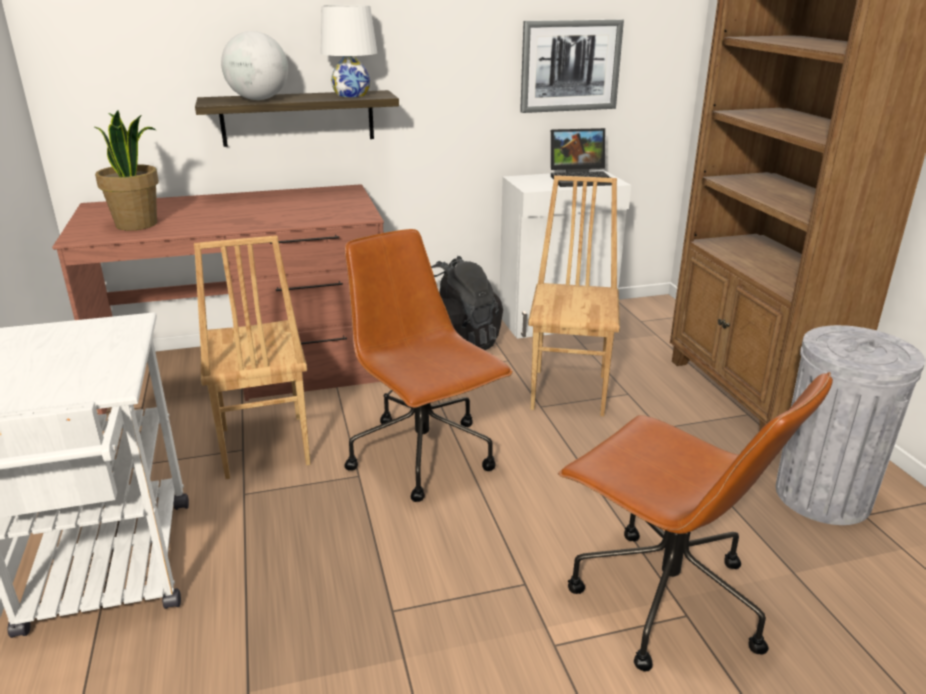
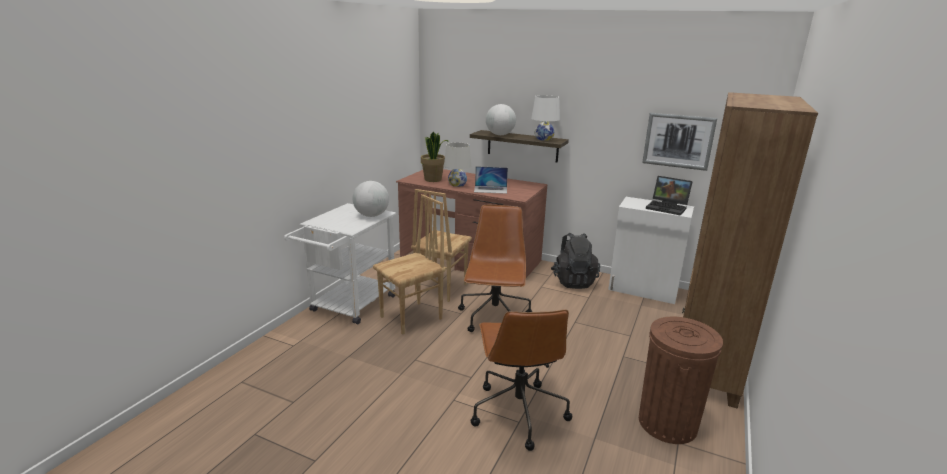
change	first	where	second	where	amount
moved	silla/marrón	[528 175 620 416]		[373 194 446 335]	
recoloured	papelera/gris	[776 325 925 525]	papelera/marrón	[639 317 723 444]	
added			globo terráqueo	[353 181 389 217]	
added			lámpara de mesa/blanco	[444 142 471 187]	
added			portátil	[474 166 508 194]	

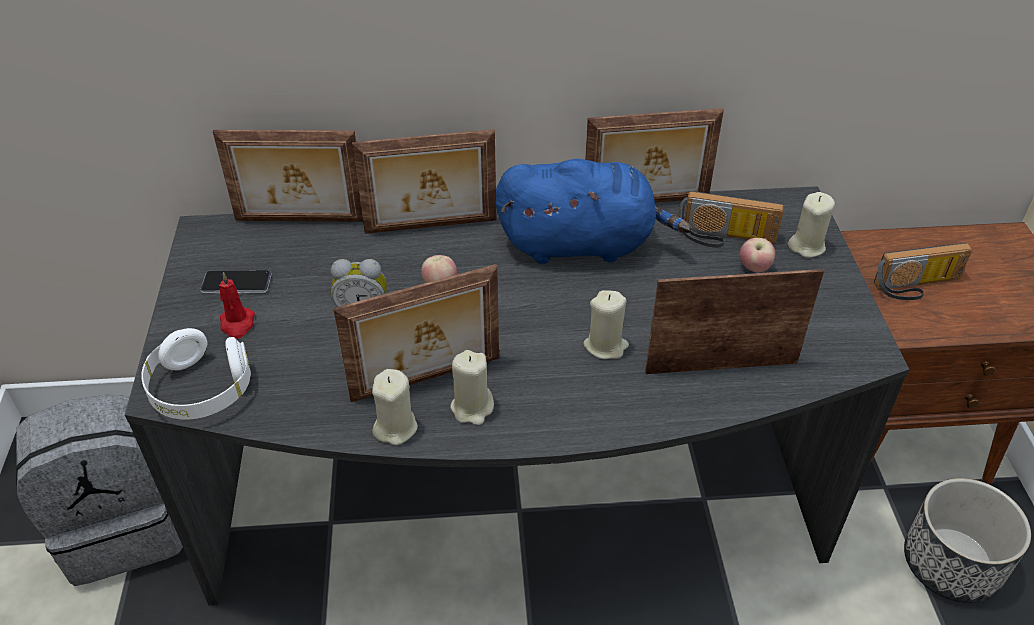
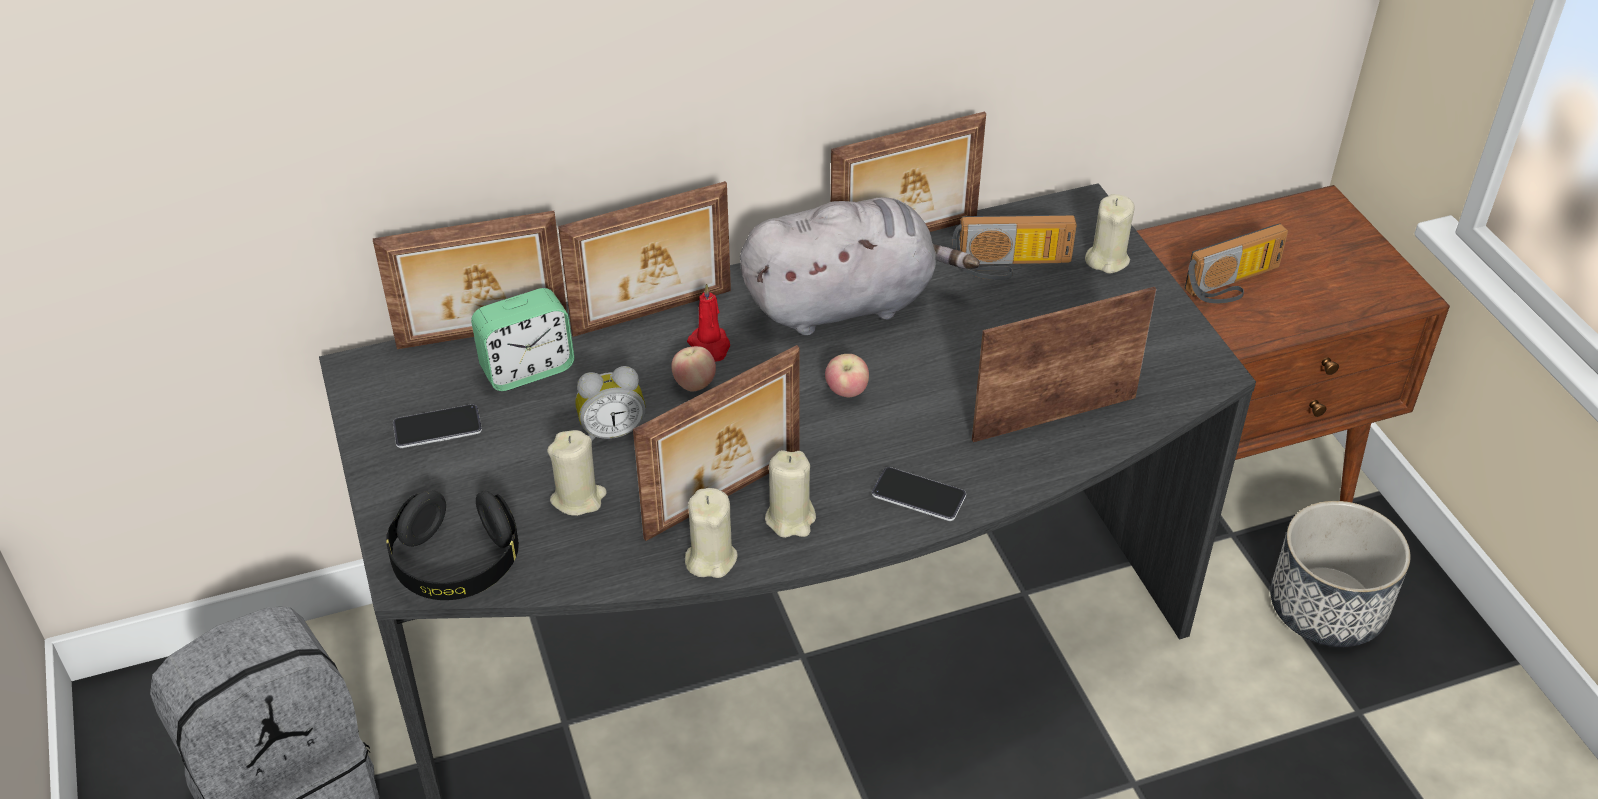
change	first	where	second	where	amount
recoloured	auriculares/blanco	[141 328 251 420]	auriculares/negro	[386 490 519 600]	
moved	vela/rojo	[219 272 255 339]		[687 283 730 362]	
recoloured	peluche/azul	[495 159 692 264]	peluche/gris	[740 197 980 336]	
moved	vela/beis	[583 290 629 359]		[547 430 607 516]	
moved	manzana	[740 238 775 272]		[825 354 869 397]	
added			despertador	[471 288 574 391]	
added			móvil	[872 467 966 521]	

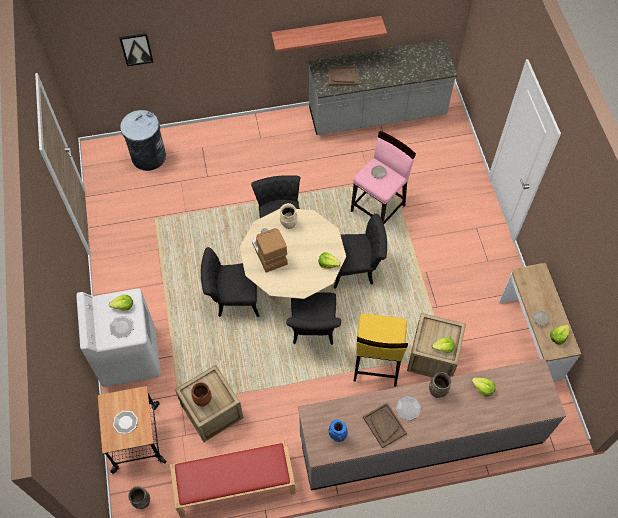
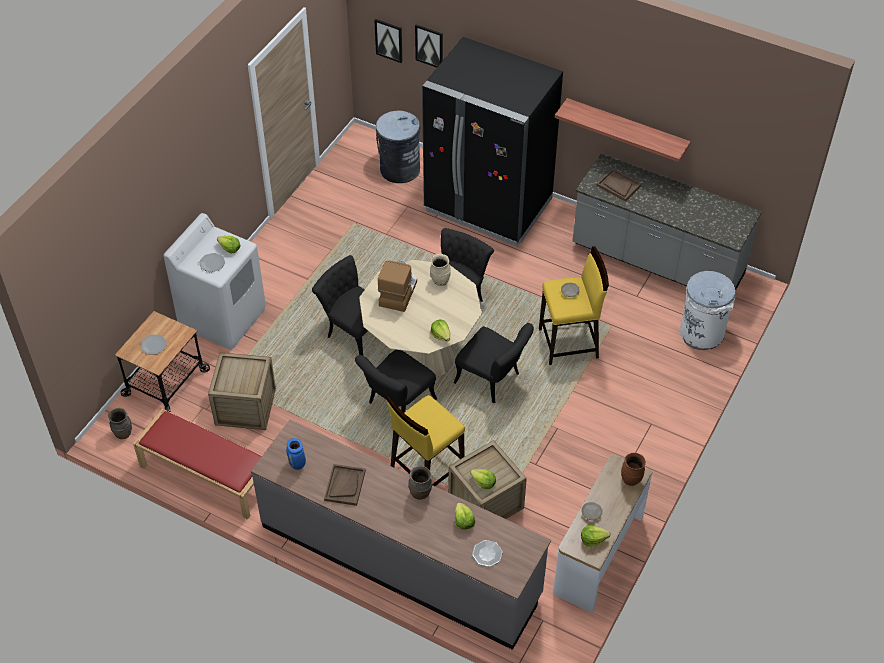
change	first	where	second	where	amount
moved	florero/marrón	[191 382 211 407]		[621 453 646 486]	
recoloured	taburete/rosa	[351 131 416 225]	taburete/amarillo	[539 246 609 365]	
moved	plato	[396 396 421 421]		[472 540 503 567]	
added			cuadro	[374 19 403 63]	
added			nevera/negro	[422 37 563 246]	
added			papelera/blanco	[680 271 736 350]	

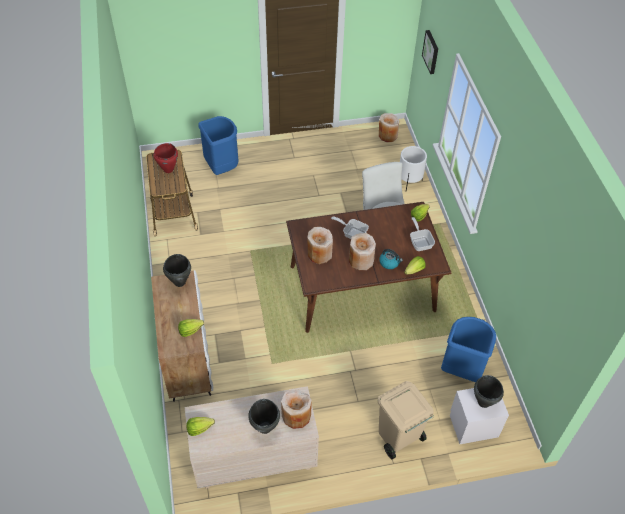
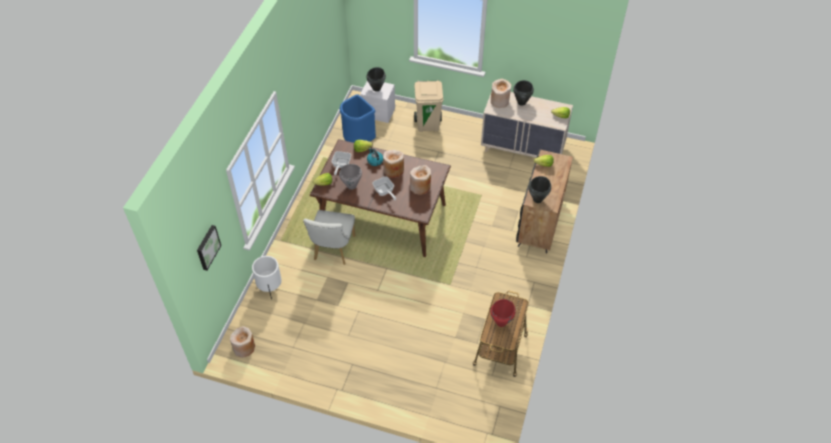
change	first	where	second	where	amount
recoloured	armario/blanco	[151 270 213 402]	armario/negro	[516 149 573 254]	
removed	papelera/azul	[198 116 238 175]			
added			olla/gris	[339 164 362 190]	

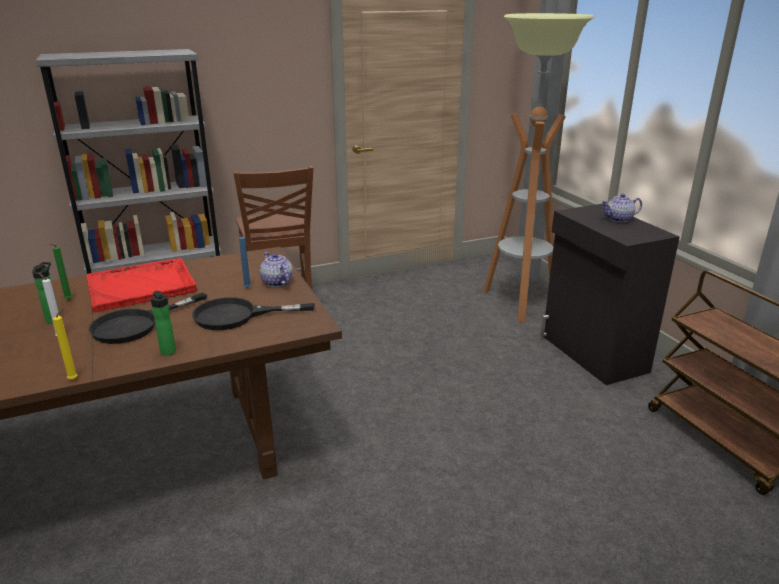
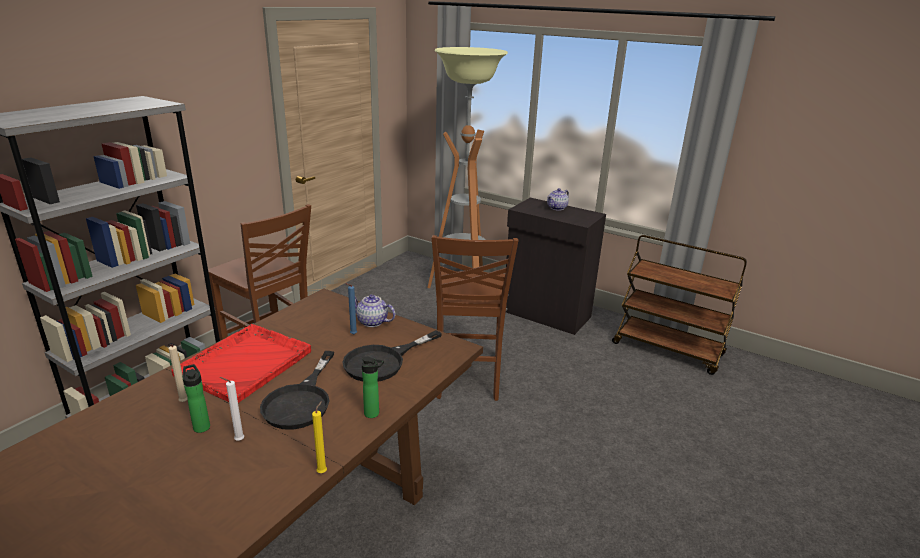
change	first	where	second	where	amount
recoloured	vela/verde	[49 244 72 300]	vela/beis	[168 344 188 402]	
added			silla/marrón	[432 235 518 401]	

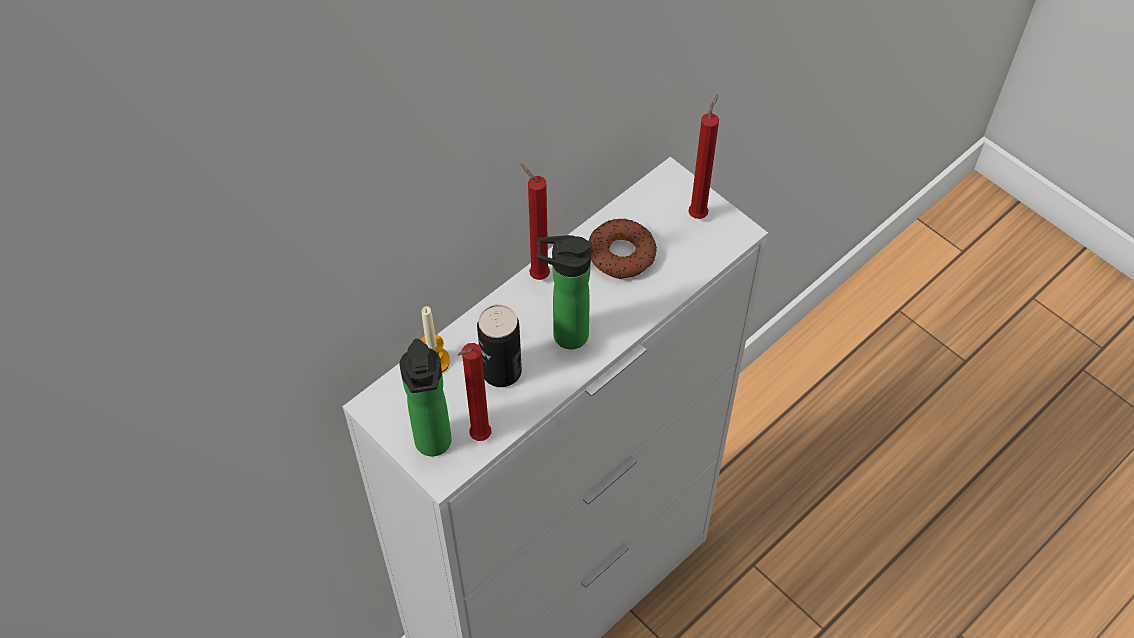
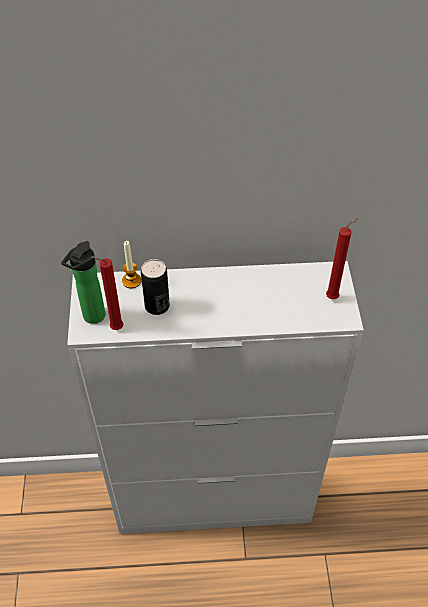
change	first	where	second	where	amount
removed	vela/rojo	[520 163 550 280]			
removed	botella	[537 235 592 349]			
removed	rosquilla	[589 218 657 279]			

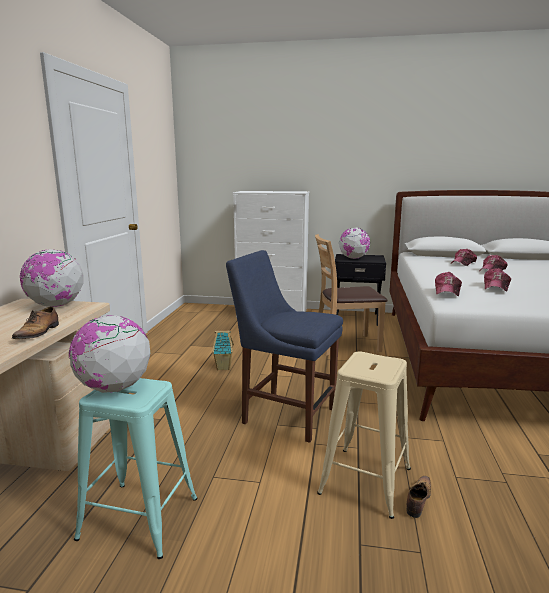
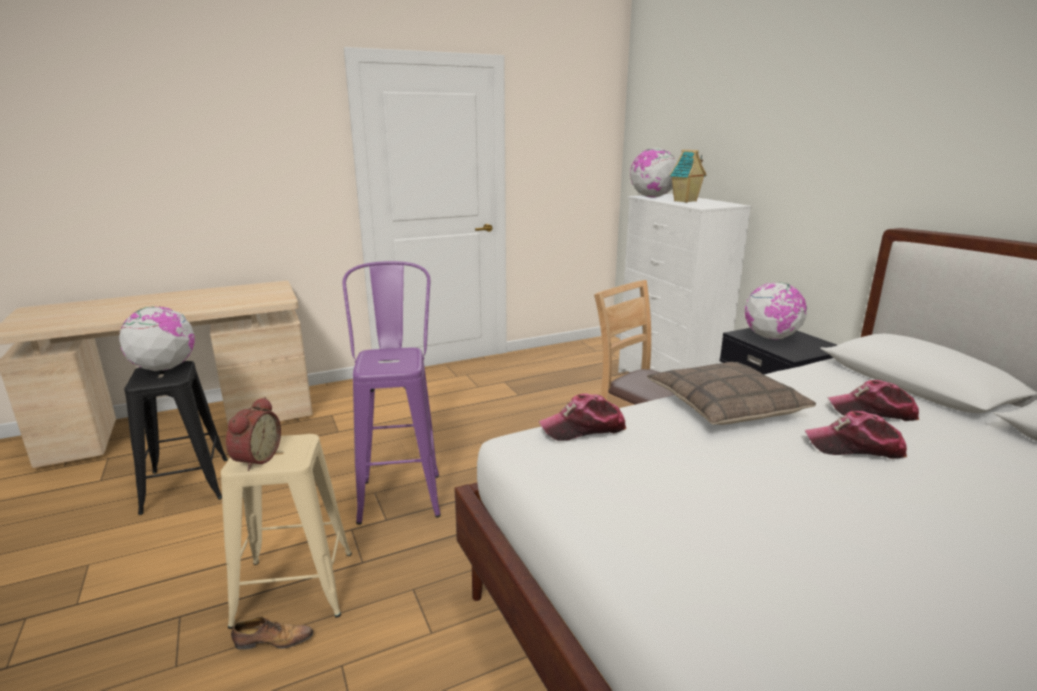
change	first	where	second	where	amount
removed	zapato	[12 306 59 344]			
moved	globo terráqueo	[20 249 84 307]		[630 148 677 198]	
recoloured	taburete/turquesa	[74 378 197 559]	taburete/negro	[124 361 228 515]	
moved	casita	[212 331 234 370]		[669 149 707 203]	
replaced	silla/azul	[226 250 343 443]	taburete/morado	[343 261 441 525]	
removed	gorra	[484 268 511 292]			
added			despertador	[226 397 281 471]	
added			cojín	[647 362 816 425]	

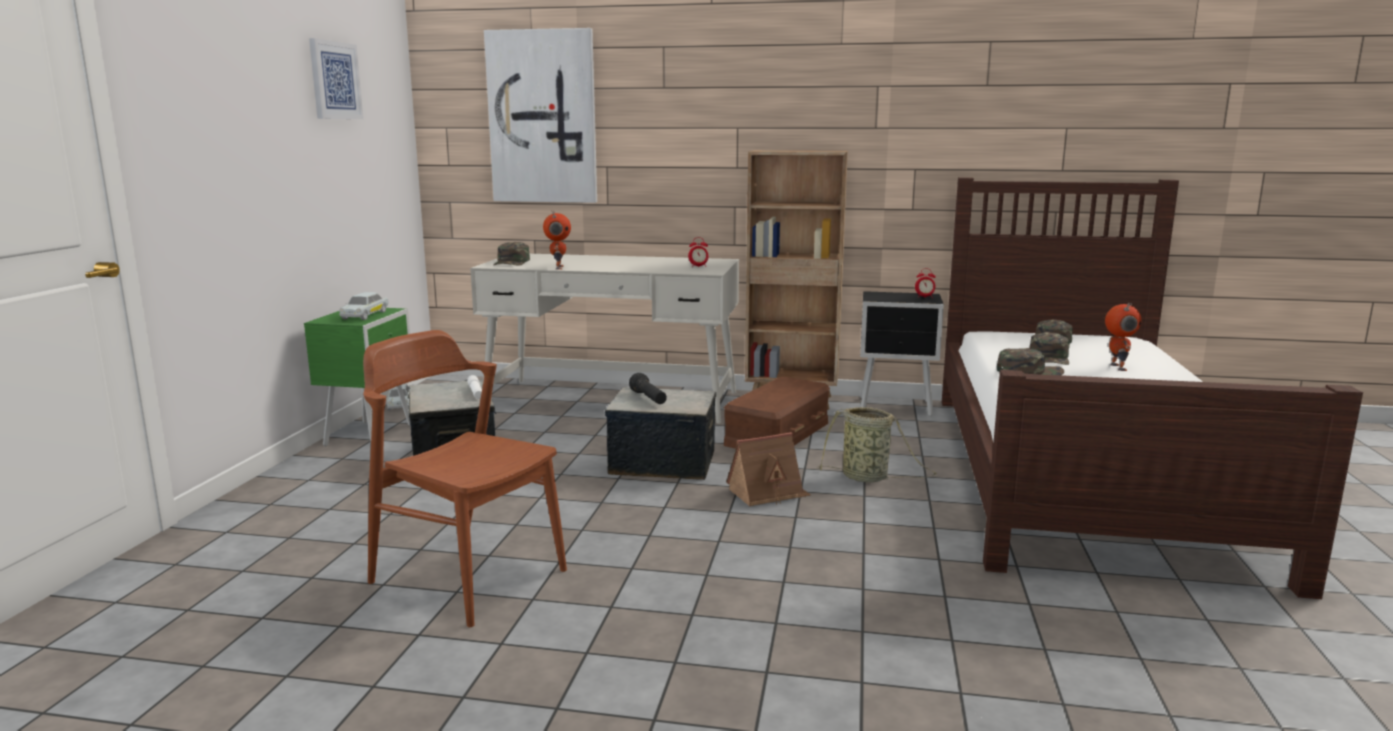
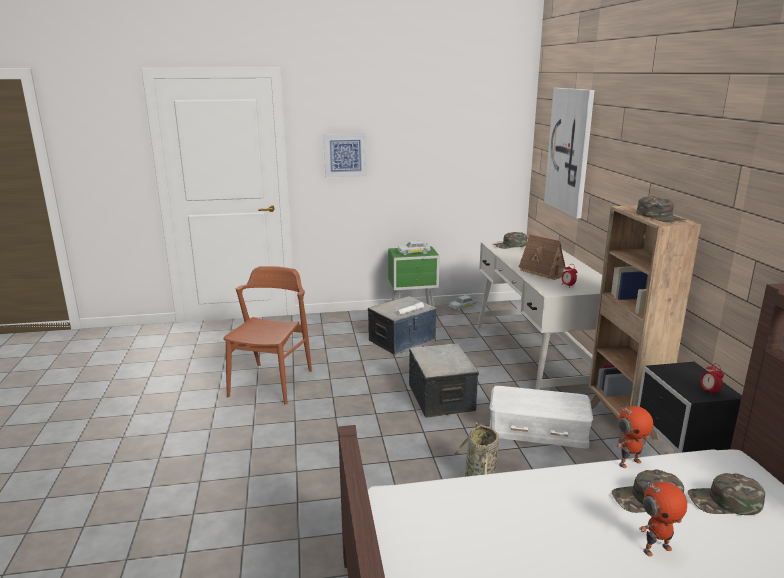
change	first	where	second	where	amount
moved	cuadro	[309 38 363 119]		[324 133 367 177]	
moved	robot de juguete	[543 210 571 270]		[616 406 653 468]	
removed	linterna/negro	[629 373 667 404]			
recoloured	caja de almacenaje/marrón	[724 377 830 449]	caja de almacenaje/blanco	[489 386 593 449]	
moved	casita	[726 432 811 507]		[519 234 566 280]	
moved	gorra/verde	[997 348 1064 375]		[637 196 687 222]	

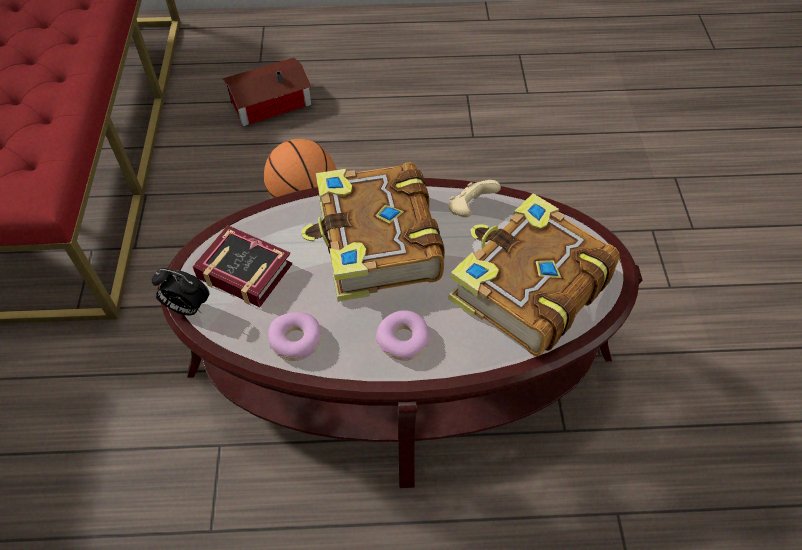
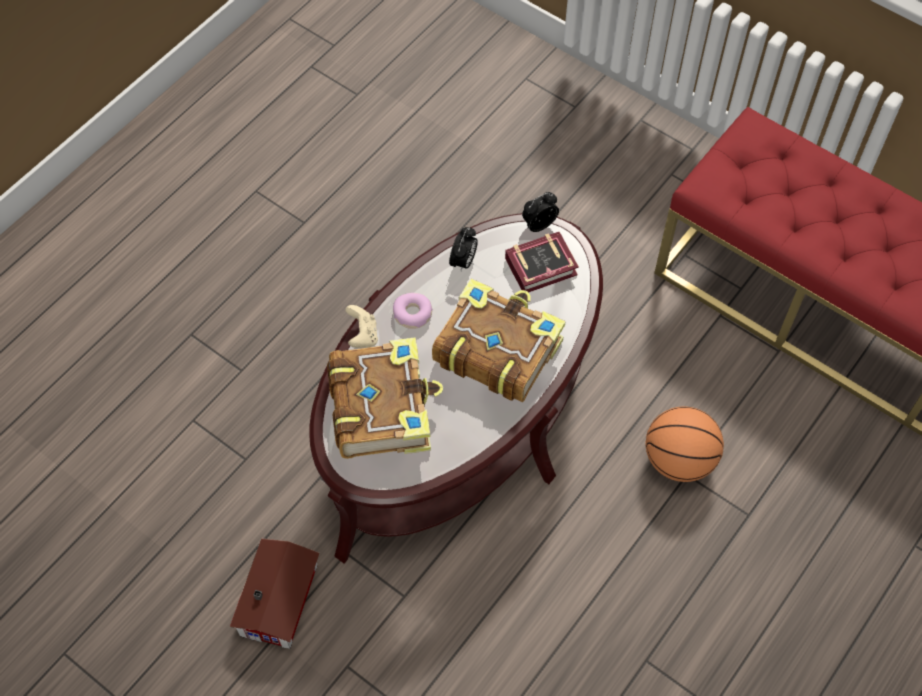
change	first	where	second	where	amount
moved	casita	[223 57 312 126]		[230 538 319 649]	
replaced	rosquilla	[268 312 322 361]	despertador	[449 227 478 271]	
moved	mando de consola/beis	[448 180 501 217]		[345 305 378 348]	

